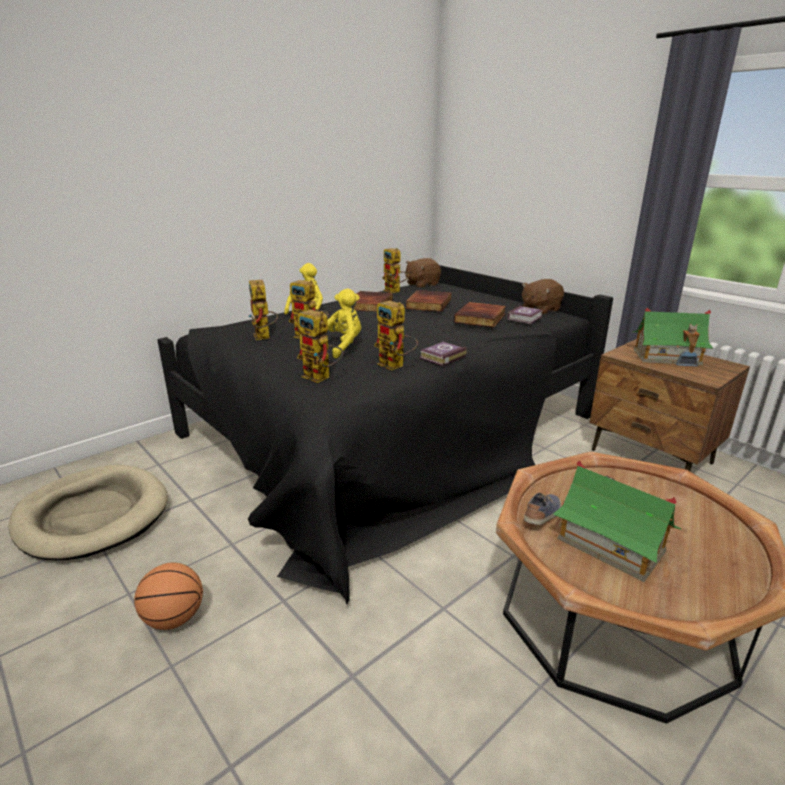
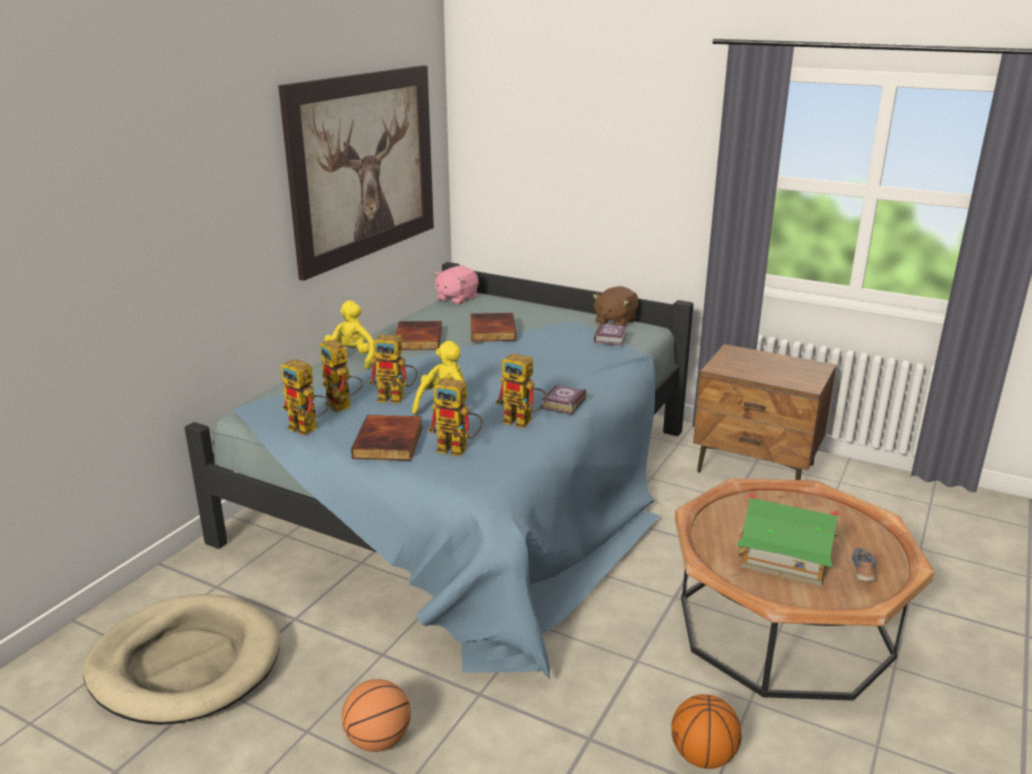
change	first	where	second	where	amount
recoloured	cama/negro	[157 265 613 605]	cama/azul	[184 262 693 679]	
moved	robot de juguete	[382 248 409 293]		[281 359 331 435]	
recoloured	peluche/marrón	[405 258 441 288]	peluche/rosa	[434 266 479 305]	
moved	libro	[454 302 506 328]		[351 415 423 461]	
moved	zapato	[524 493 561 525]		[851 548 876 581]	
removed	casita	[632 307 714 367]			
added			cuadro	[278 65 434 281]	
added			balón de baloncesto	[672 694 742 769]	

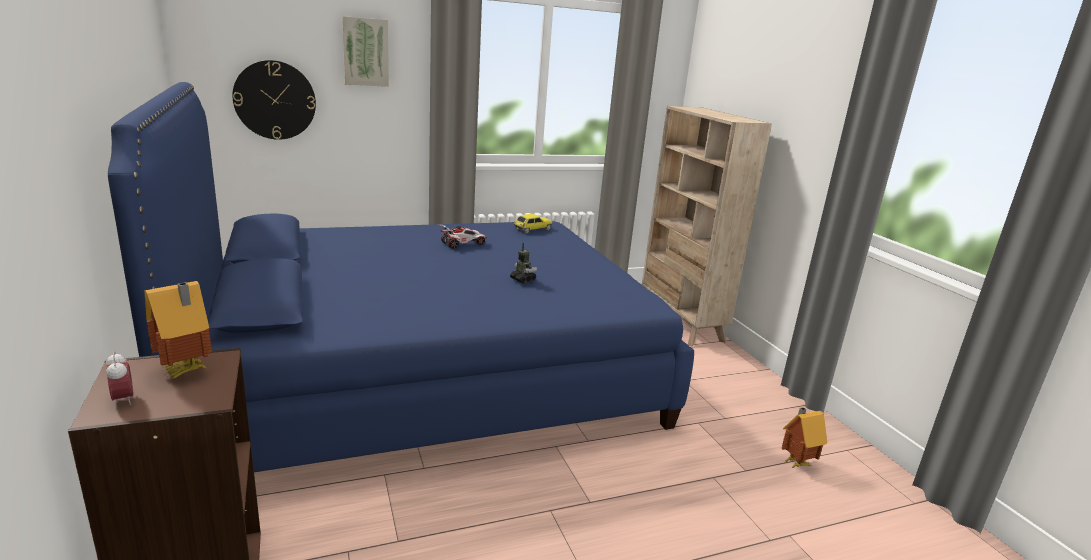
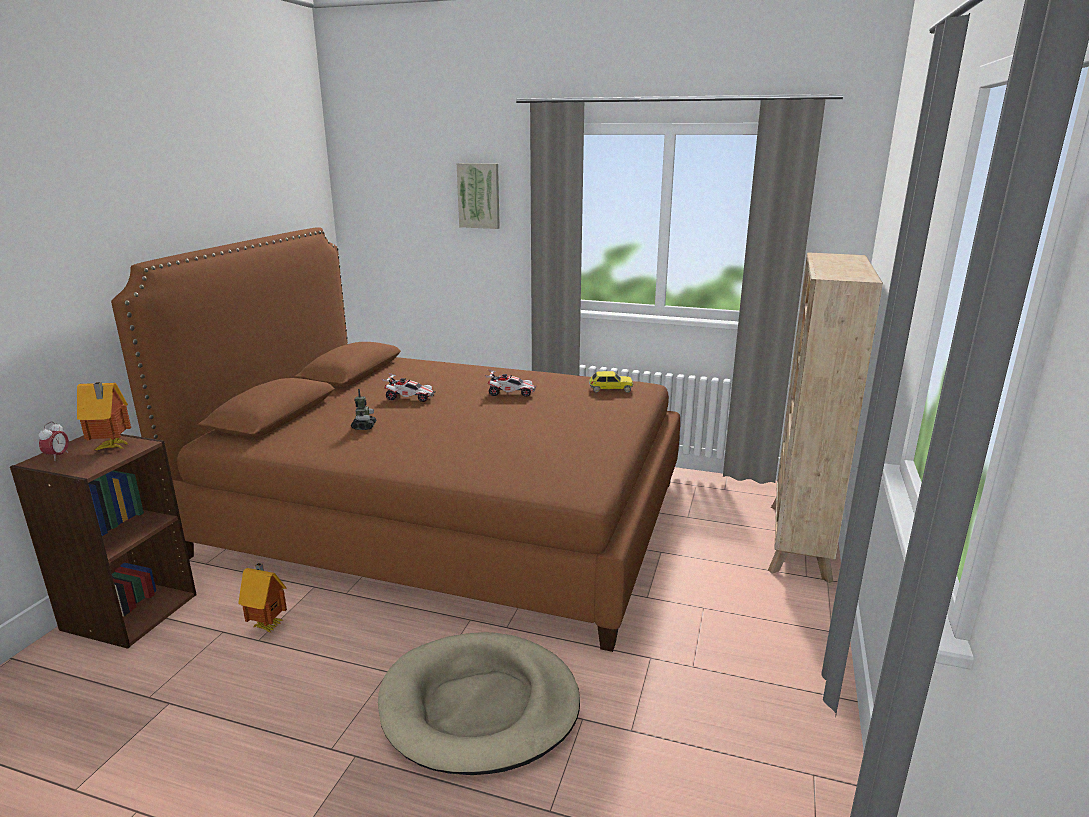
change	first	where	second	where	amount
recoloured	cama/azul	[108 82 694 472]	cama/marrón	[111 228 680 652]	
removed	reloj de pared	[232 60 316 140]			
moved	robot de juguete	[510 243 537 283]		[351 389 376 430]	
moved	casita	[782 407 827 469]		[238 563 287 632]	
added			cama para perro/beis	[378 632 580 775]	
added			coche de juguete	[381 373 436 402]	

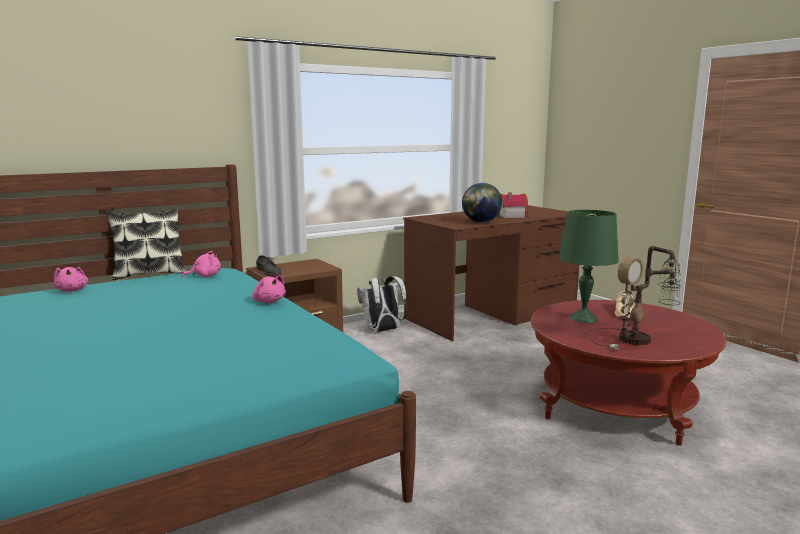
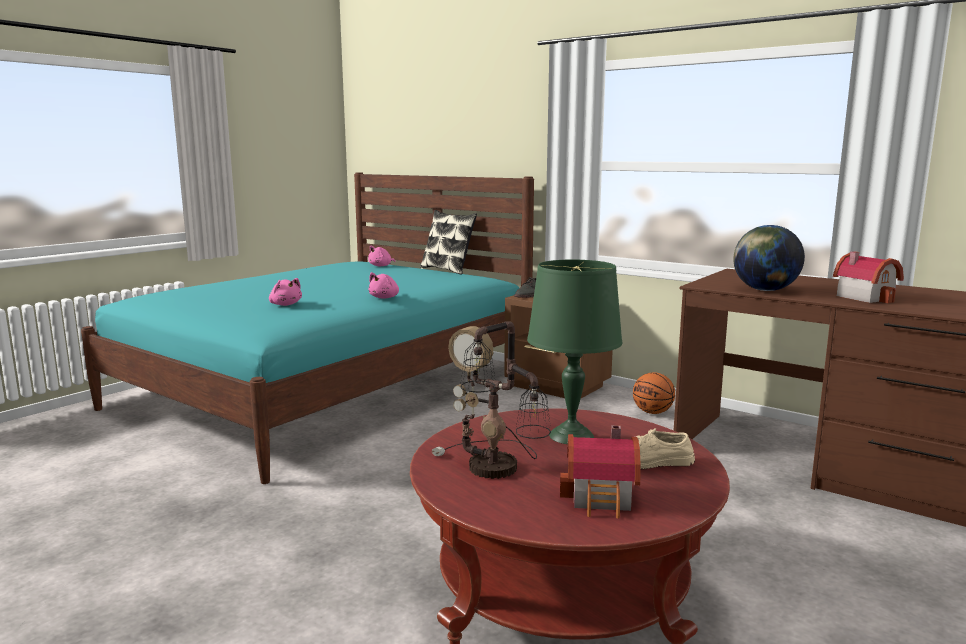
change	first	where	second	where	amount
moved	peluche/rosa	[182 251 221 277]		[269 278 302 306]	
replaced	mochila/blanco	[357 276 406 333]	balón de baloncesto	[633 372 675 414]	
added			casita	[560 425 641 519]	

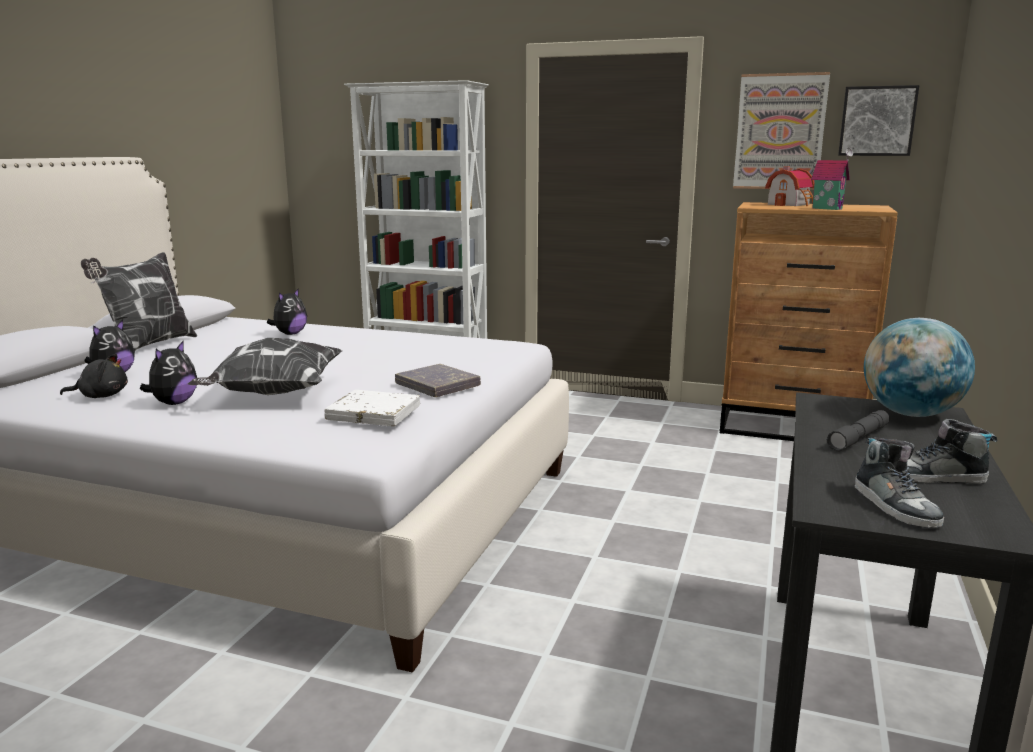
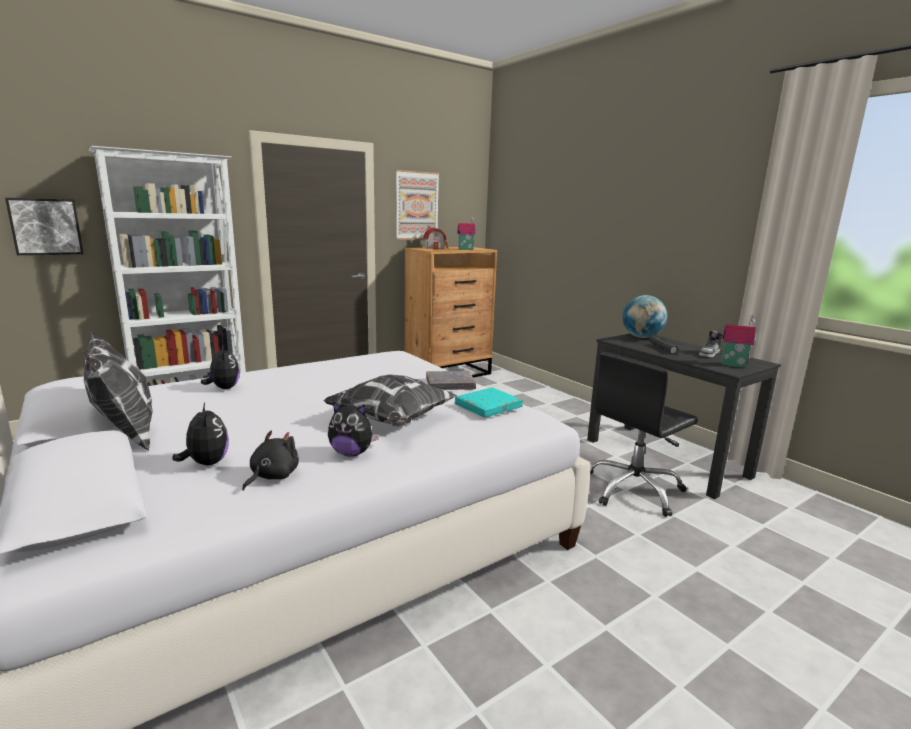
change	first	where	second	where	amount
turned	peluche	[140 340 197 405]		[328 401 379 457]	135 degrees clockwise
recoloured	libro/blanco	[324 390 420 426]	libro/turquesa	[455 387 523 418]	
moved	cuadro	[838 85 919 156]		[5 198 84 255]	
replaced	zapato	[855 438 944 528]	casita	[721 315 758 368]	
added			silla de oficina/negro	[590 352 698 517]	

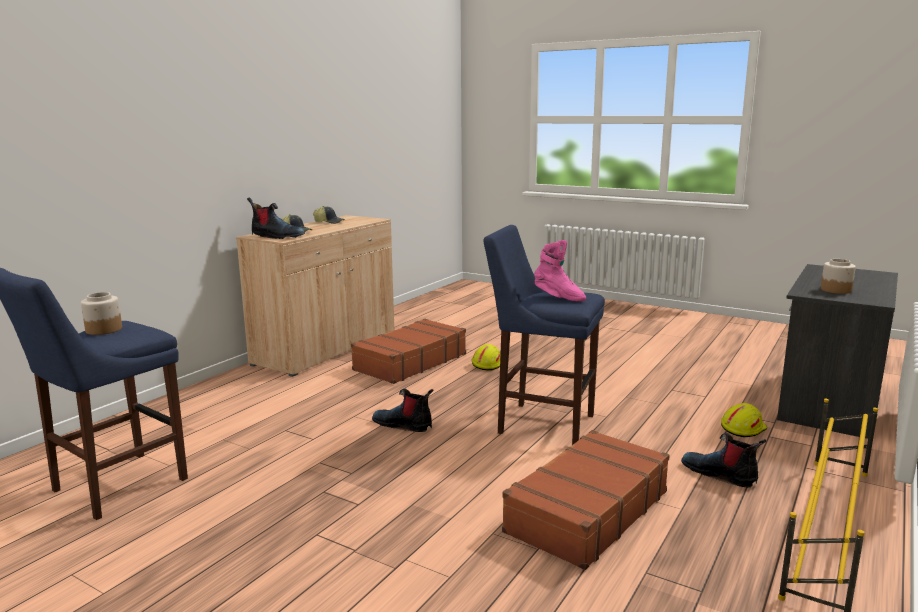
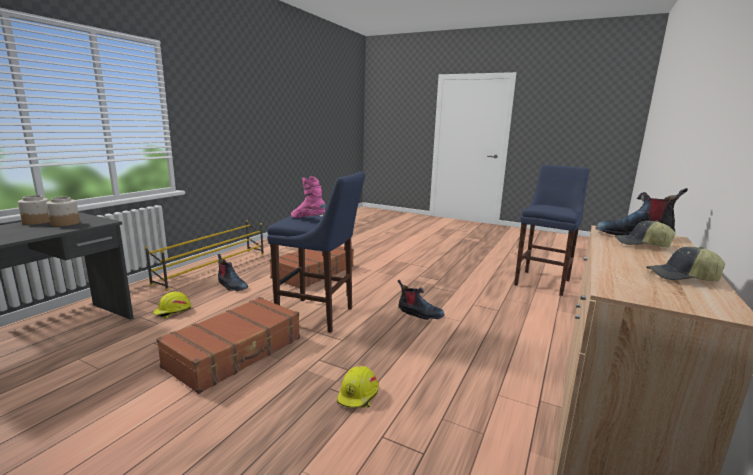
change	first	where	second	where	amount
moved	tarro	[81 292 122 335]		[18 195 50 225]	
moved	maleta/marrón	[351 319 466 384]		[156 297 300 394]	

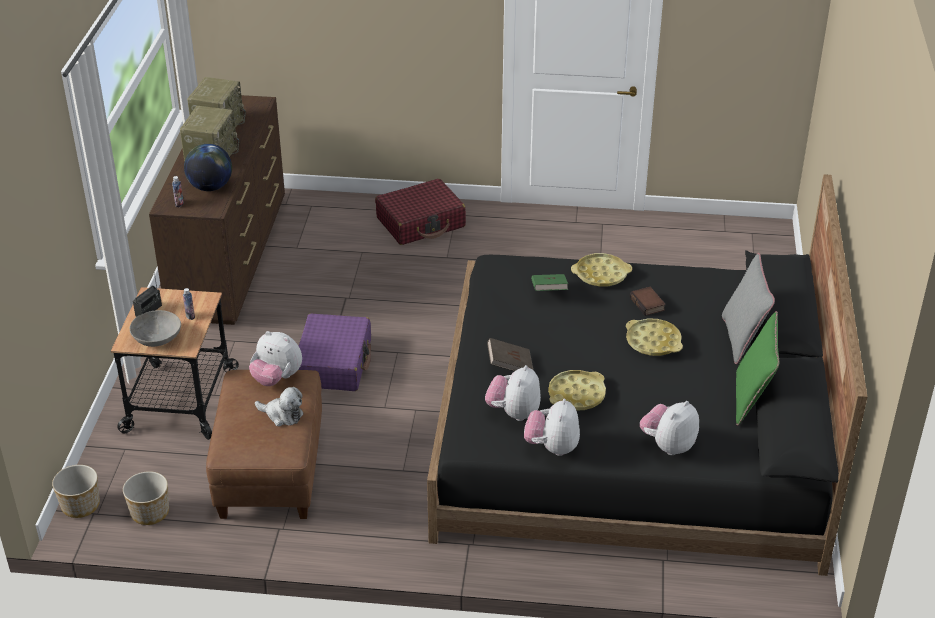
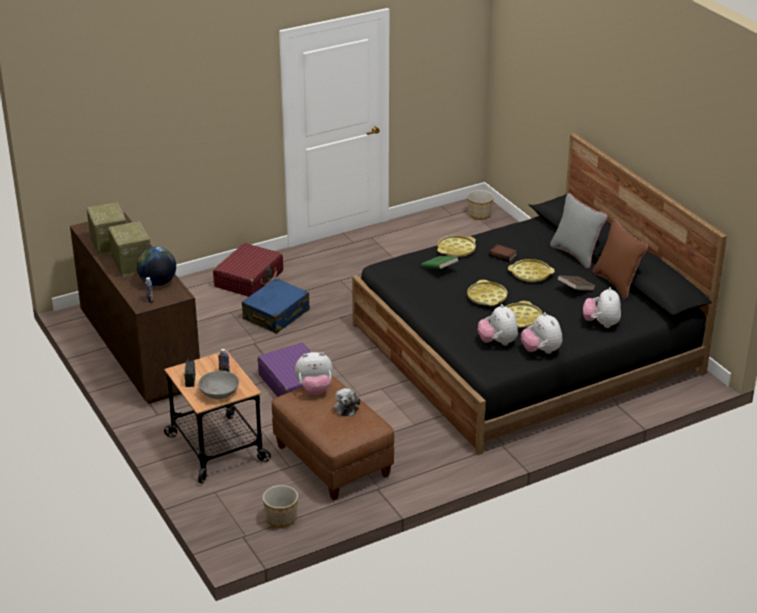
change	first	where	second	where	amount
moved	maceta	[52 465 100 518]		[468 190 494 220]	
turned	peluche	[255 387 303 426]		[333 388 361 416]	105 degrees clockwise
moved	libro/marrón	[487 338 534 371]		[557 275 595 290]	
recoloured	cojín/verde	[736 311 780 425]	cojín/marrón	[593 219 648 299]	
added			maleta/azul	[242 278 310 334]	
added			bandeja/amarillo	[467 280 507 306]	

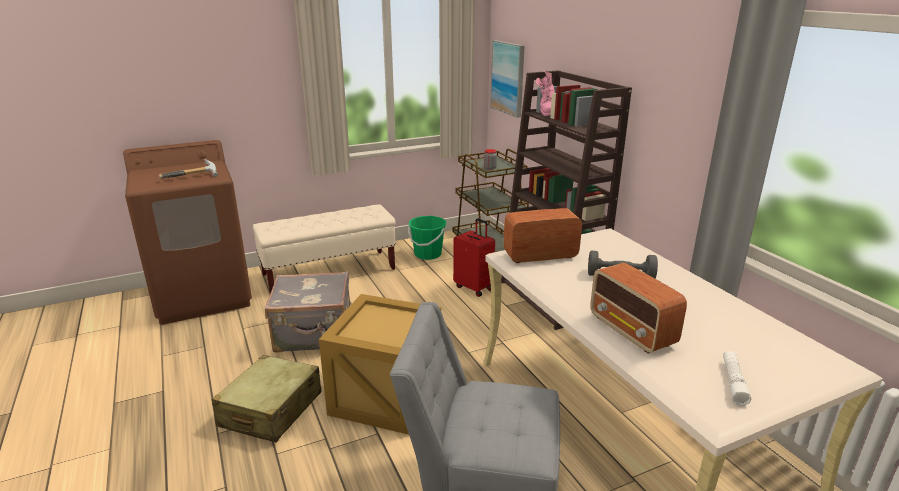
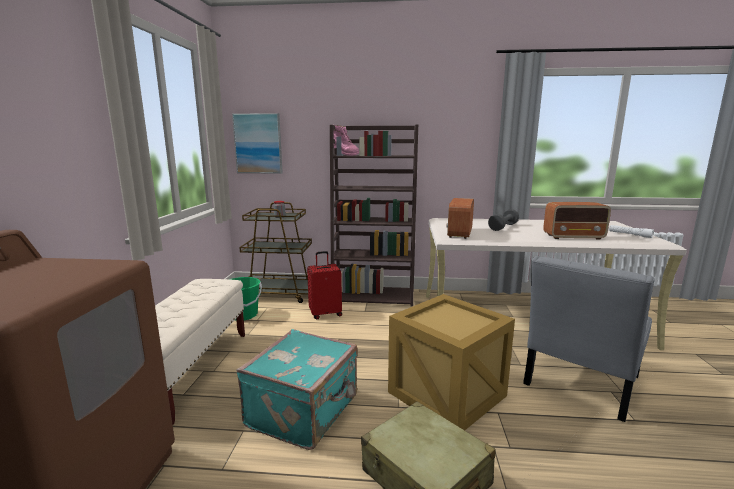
change	first	where	second	where	amount
removed	martillo	[159 159 218 179]			
recoloured	maleta/gris	[265 271 350 352]	maleta/turquesa	[236 329 358 450]	

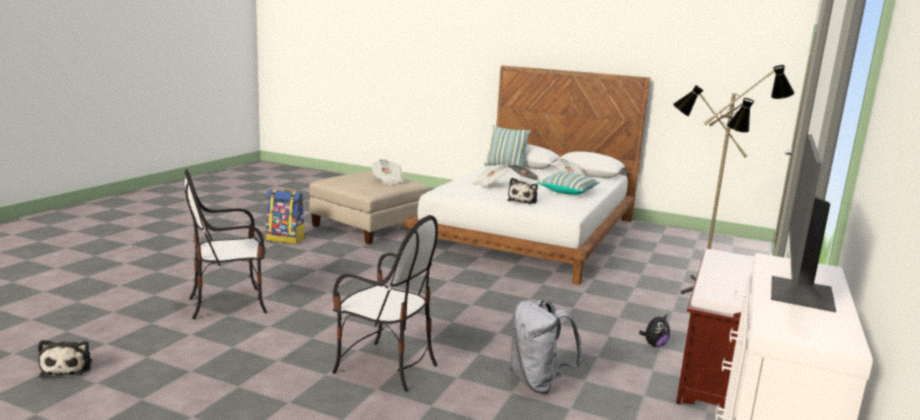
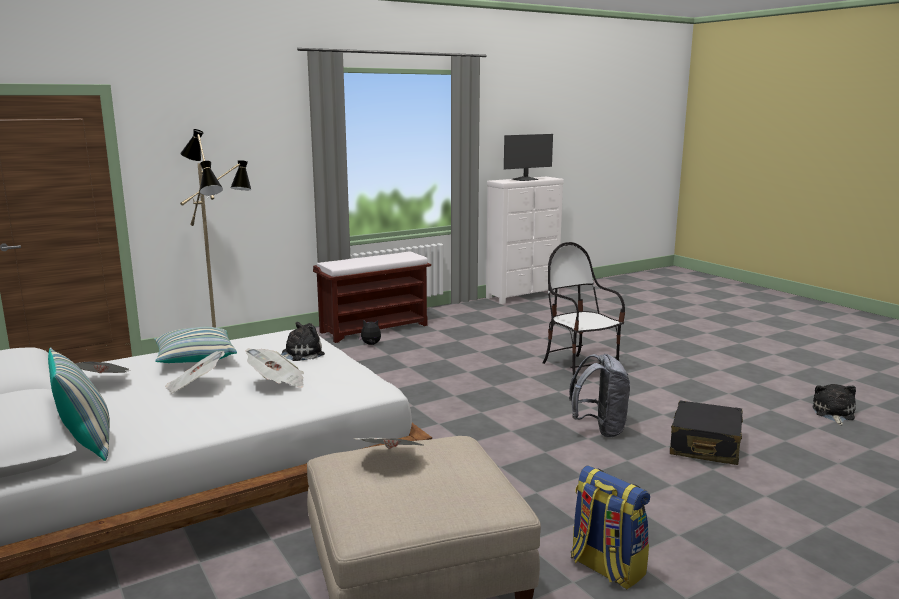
change	first	where	second	where	amount
replaced	silla	[184 169 267 319]	maleta/negro	[670 400 743 465]	
moved	mochila/gris	[510 300 582 394]		[569 354 630 437]	

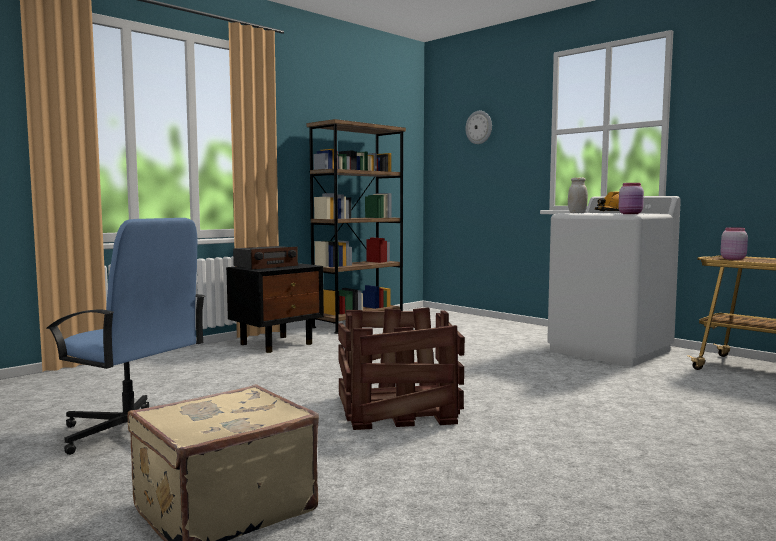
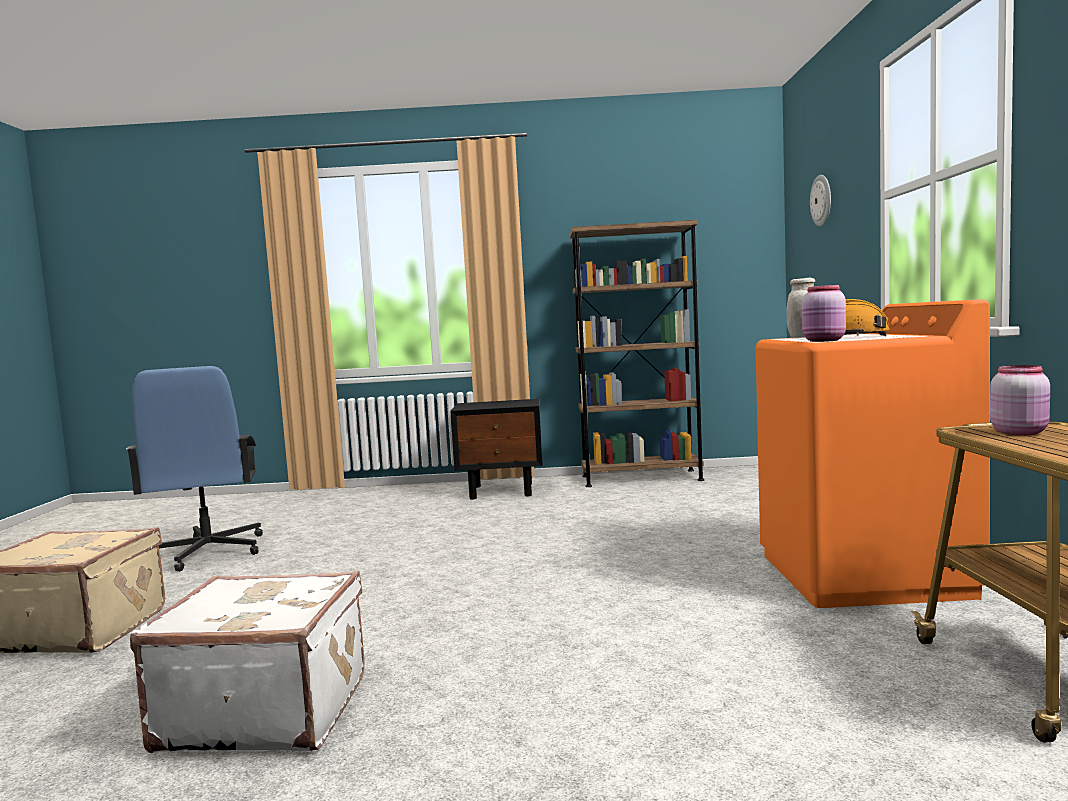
change	first	where	second	where	amount
removed	radio	[233 246 298 270]			
removed	caja de embalaje	[338 307 465 430]			
recoloured	lavadora/blanco	[547 196 681 367]	lavadora/naranja	[756 299 990 608]	
added			maleta/blanco	[130 571 365 753]	

